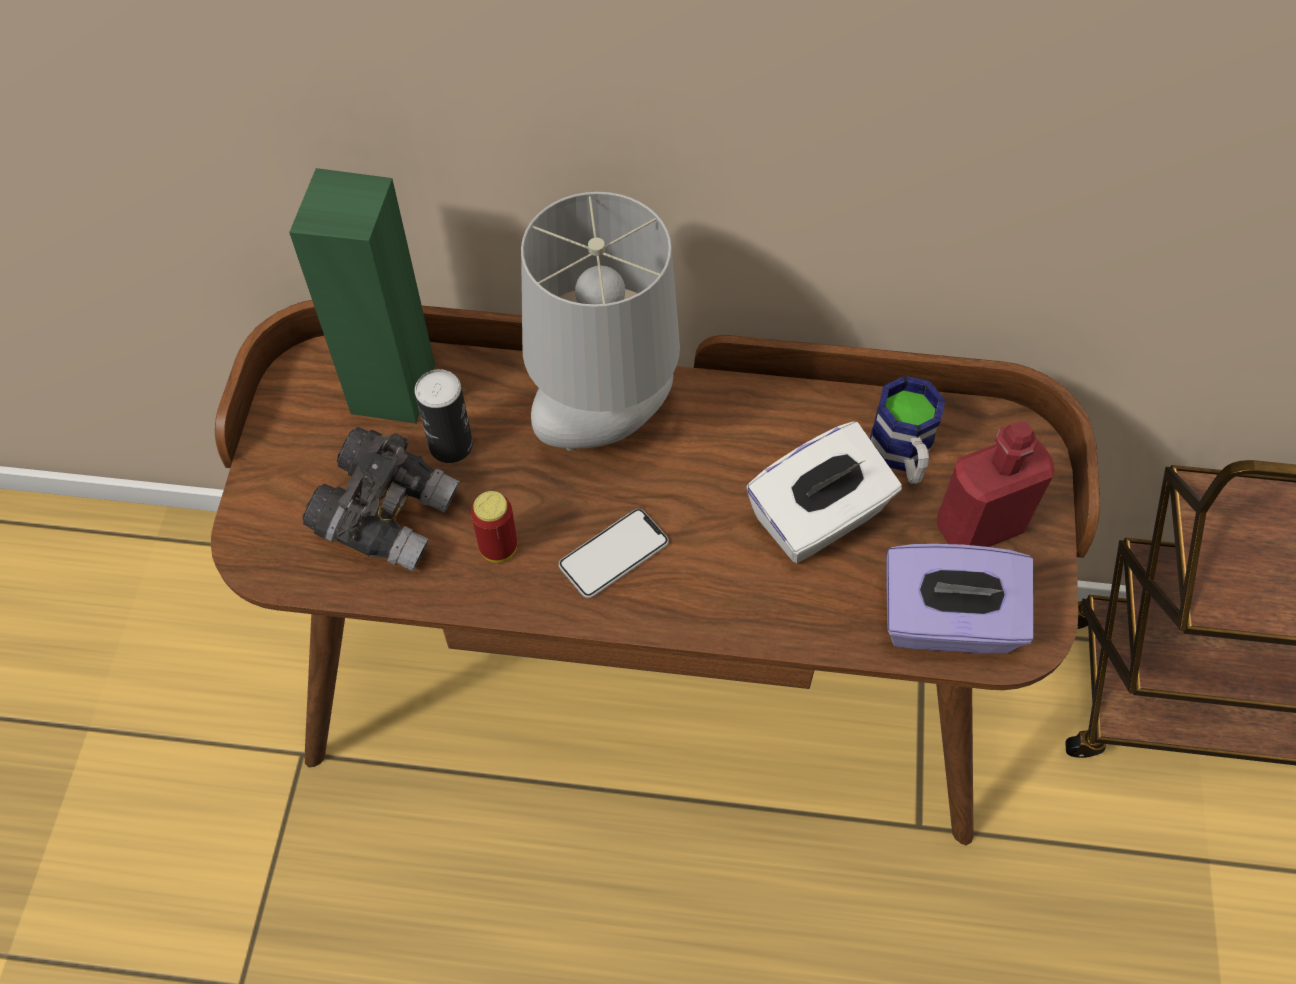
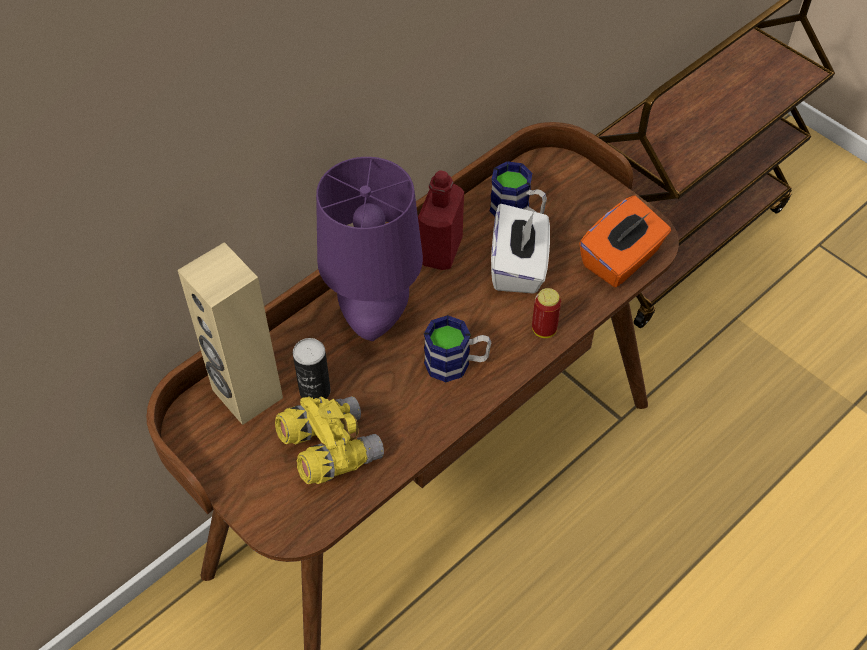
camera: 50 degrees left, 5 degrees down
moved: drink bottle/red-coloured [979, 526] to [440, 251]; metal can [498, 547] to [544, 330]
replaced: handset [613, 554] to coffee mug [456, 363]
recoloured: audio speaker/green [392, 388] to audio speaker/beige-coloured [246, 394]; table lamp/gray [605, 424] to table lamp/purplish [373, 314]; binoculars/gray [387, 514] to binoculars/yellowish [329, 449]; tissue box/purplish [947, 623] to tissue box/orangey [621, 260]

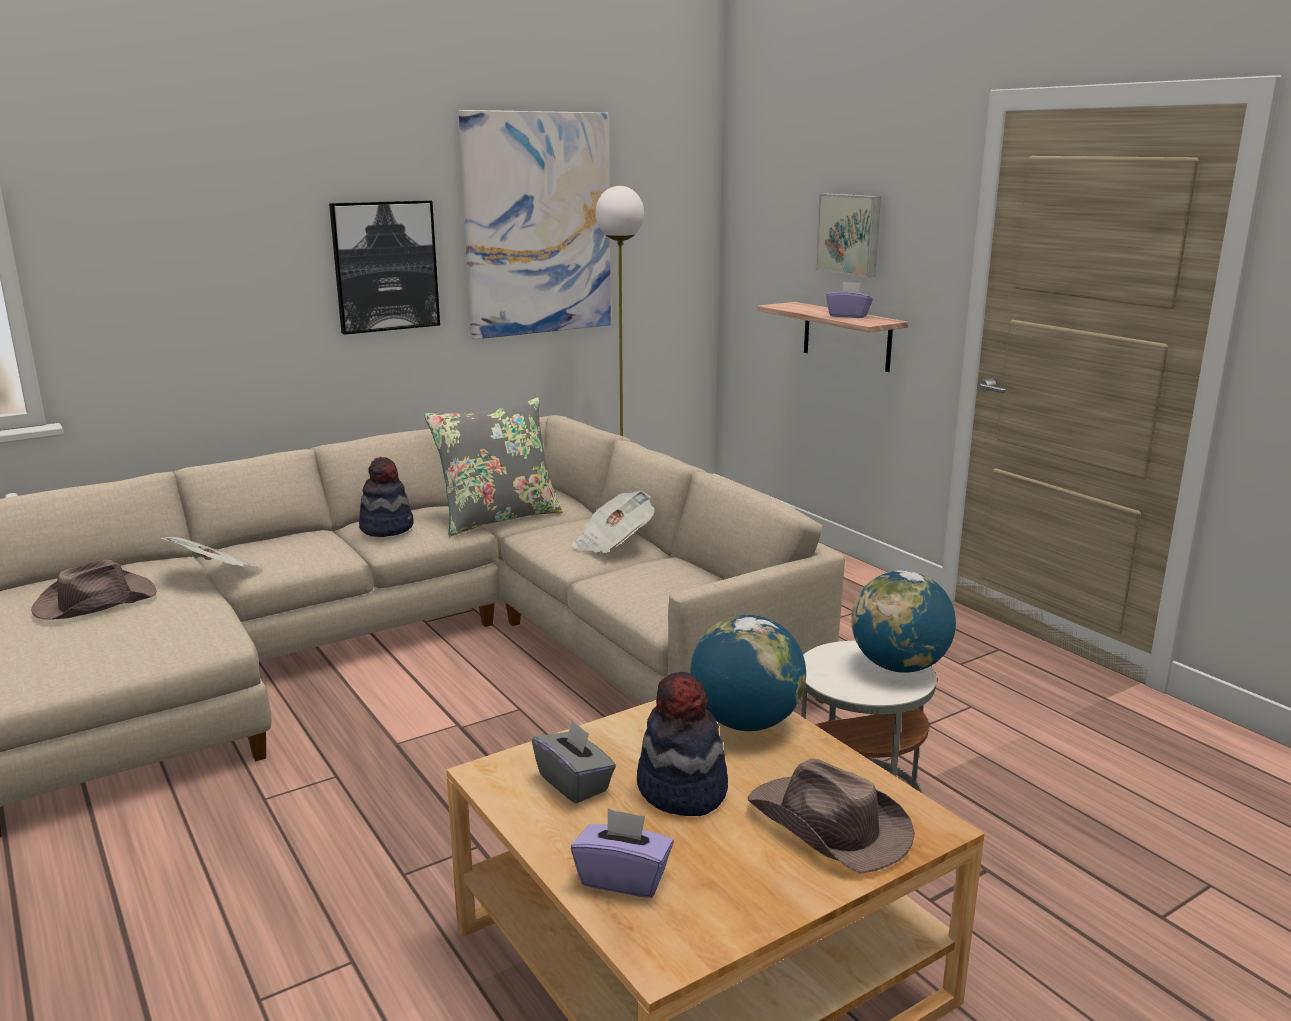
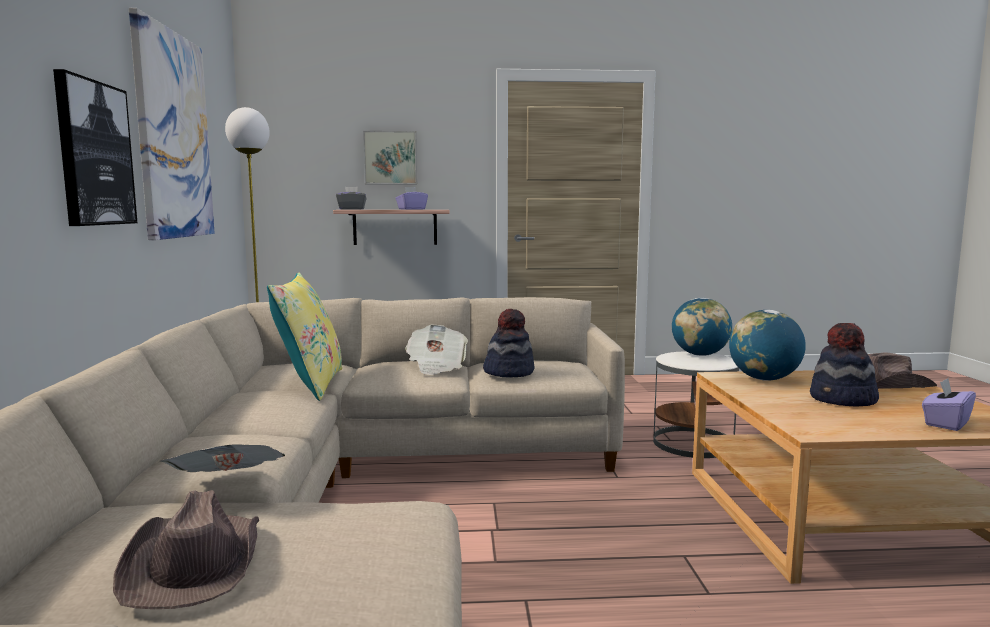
camera: 60 degrees left, 10 degrees down
moved: clothing hat [387, 528] to [509, 372]; tissue box/gray [574, 783] to [351, 209]
recoloured: throw pillow/gray [498, 518] to throw pillow/yellowish [310, 384]

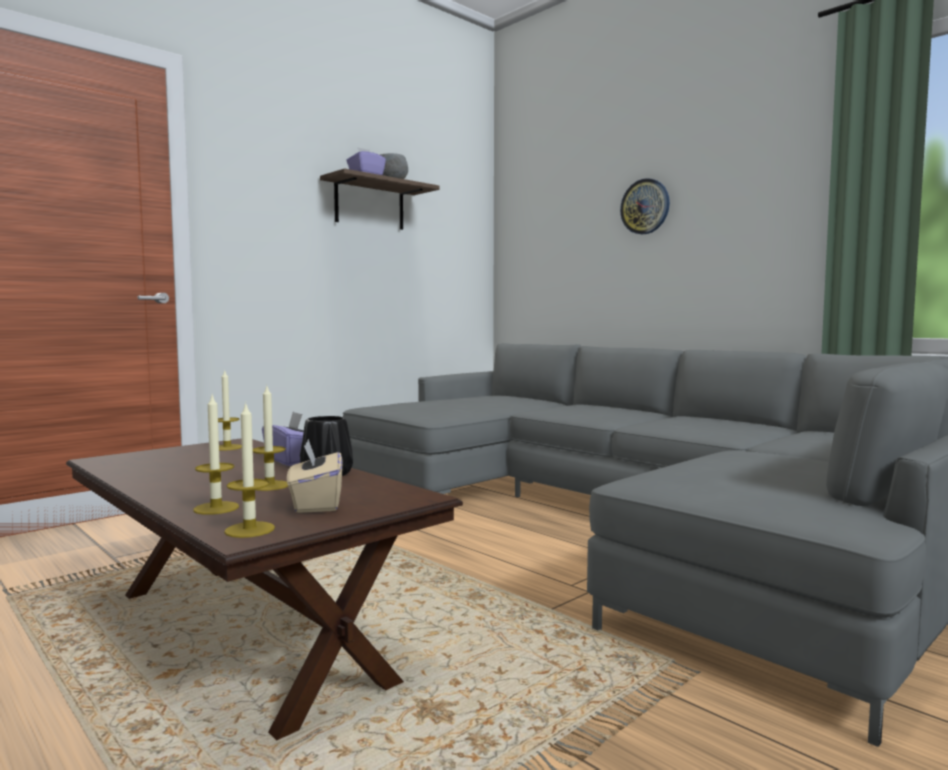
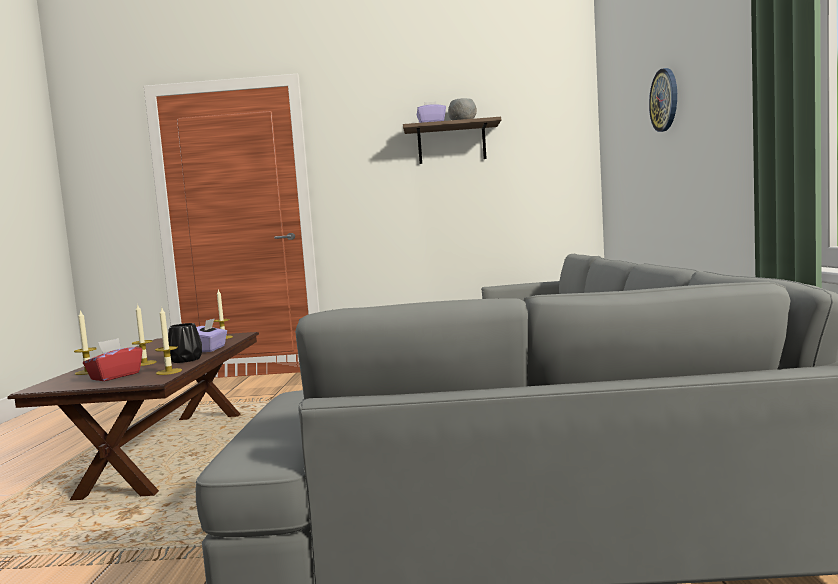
camera: 45 degrees right, 0 degrees up
moved: wax light [249, 530] to [169, 372]
recoloured: tissue box/beige-coloured [316, 504] to tissue box/red-coloured [115, 376]

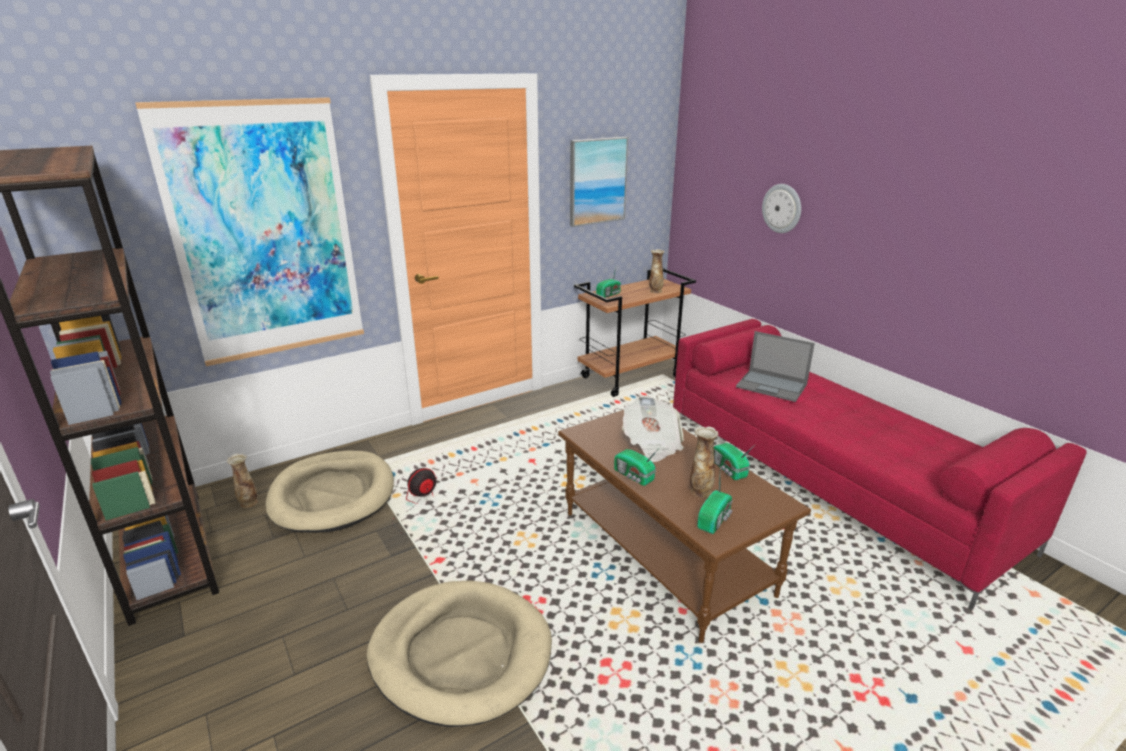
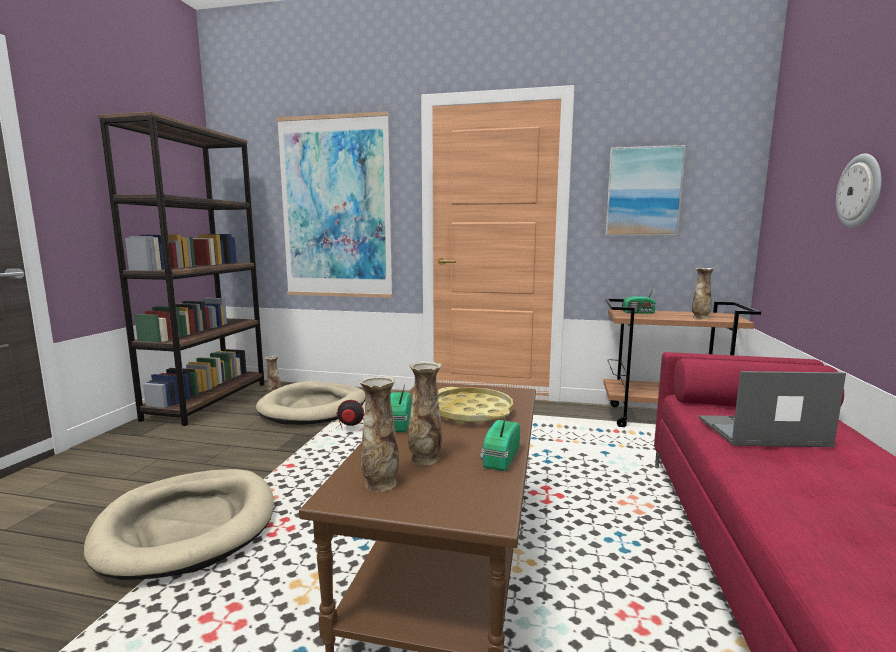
camera: 45 degrees right, 15 degrees down
replaced: daily paper [652, 443] to carrying tray/yellowish [471, 412]; radio [715, 519] to flower vase [380, 483]
turned: portable computer [772, 386] = [760, 432] 105 degrees clockwise

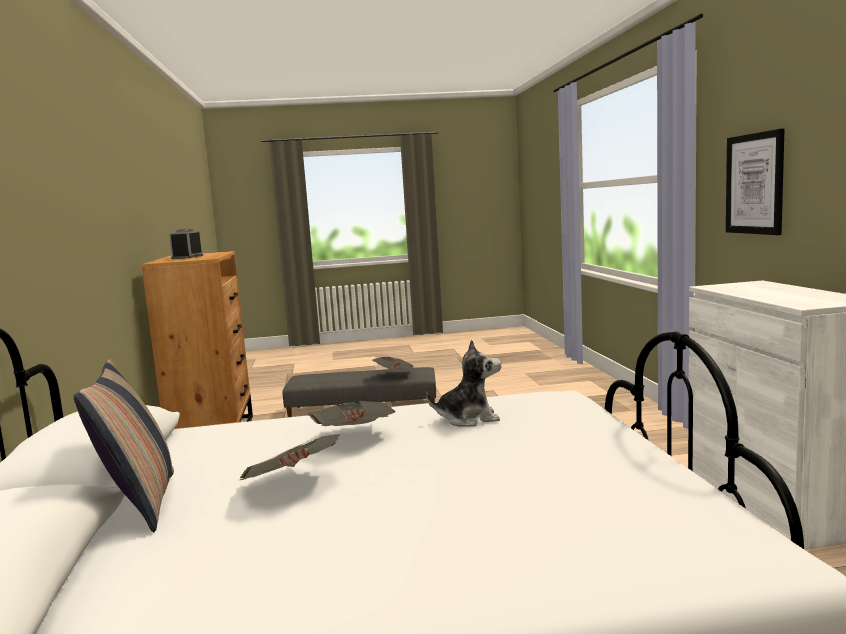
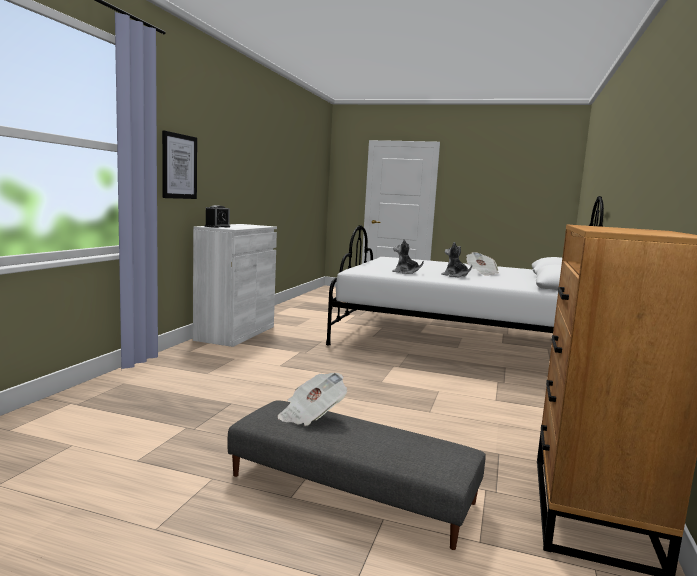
camera: 155 degrees left, 0 degrees up
removed: throw pillow [141, 503]
moved: alarm clock [187, 257] to [217, 227]
replaced: daily paper [354, 438] to cuddly toy [455, 276]

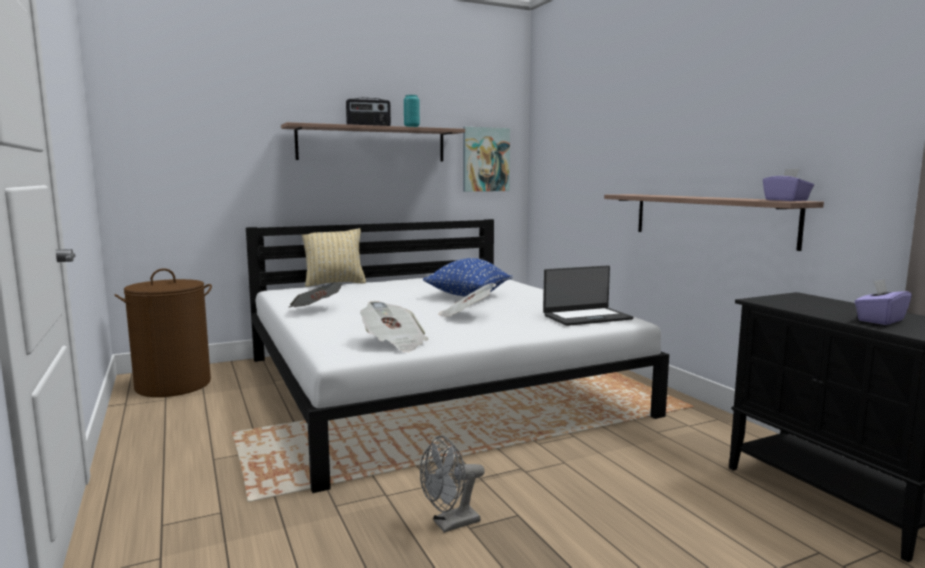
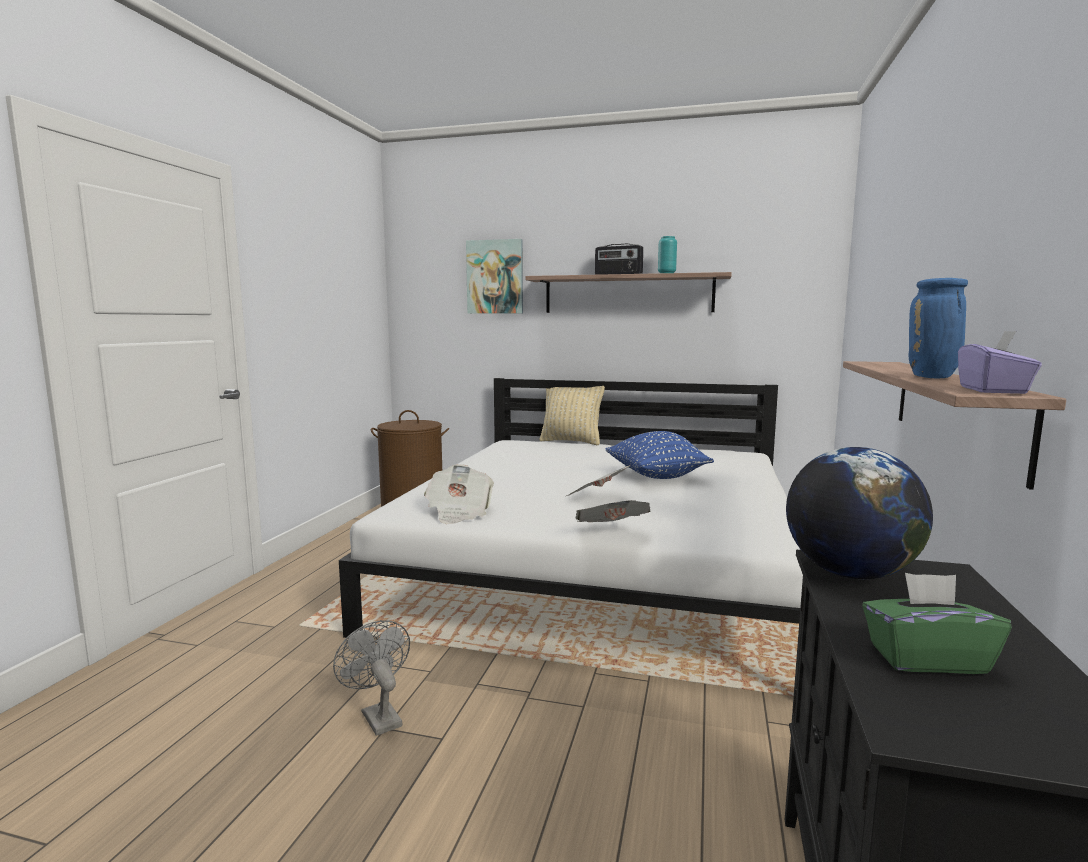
camera: 40 degrees right, 0 degrees up
removed: portable computer [586, 317]
added: flower vase/blue [933, 377]; globe [849, 573]
moved: picture [485, 159] to [495, 277]; daily paper [316, 310] to [611, 533]
recoloured: tissue box/purplish [880, 320] to tissue box/green [926, 658]
turned: fan/gray [450, 524] = [378, 716] 45 degrees clockwise

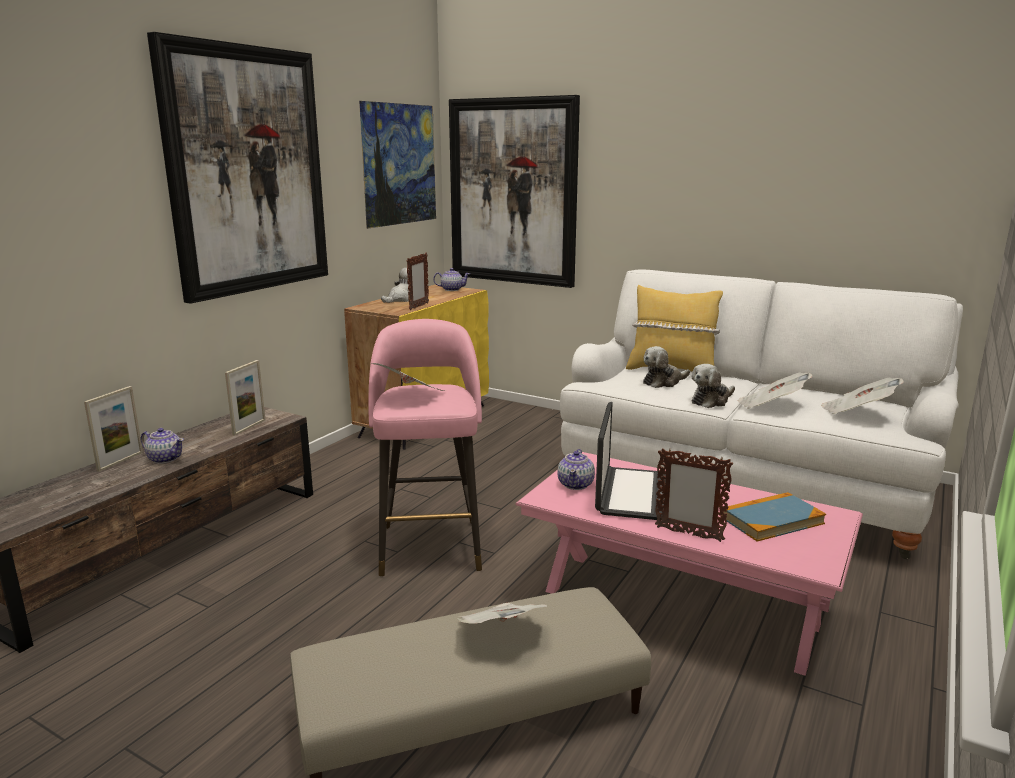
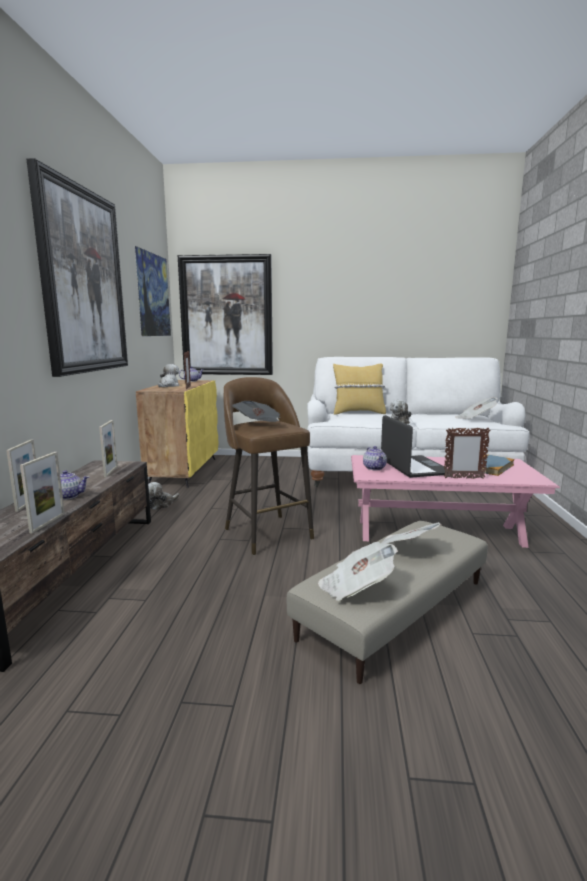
camera: 25 degrees left, 5 degrees down
added: photo frame [48, 523]
moved: cuddly toy [663, 382] to [161, 504]; daily paper [770, 407] to [356, 588]
recoloured: stool/pink [431, 545] to stool/brownish [267, 533]

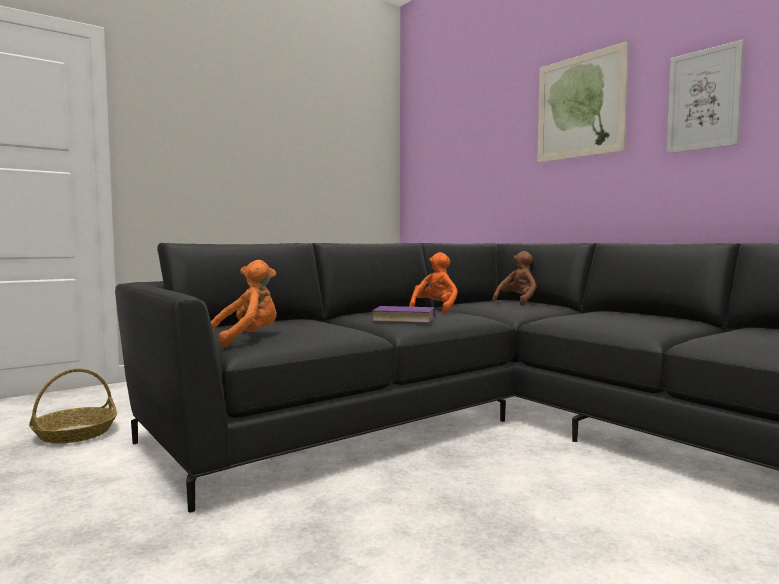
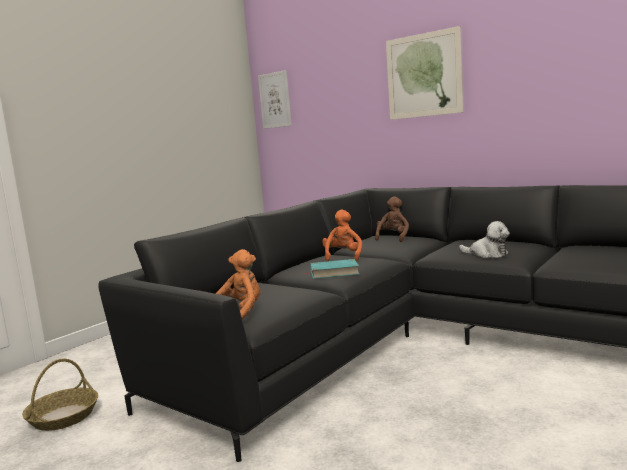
camera: 15 degrees left, 5 degrees up
added: cuddly toy [487, 254]
moved: picture [703, 100] to [275, 100]
recoloured: book/purplish [403, 319] to book/turquoise [334, 272]

